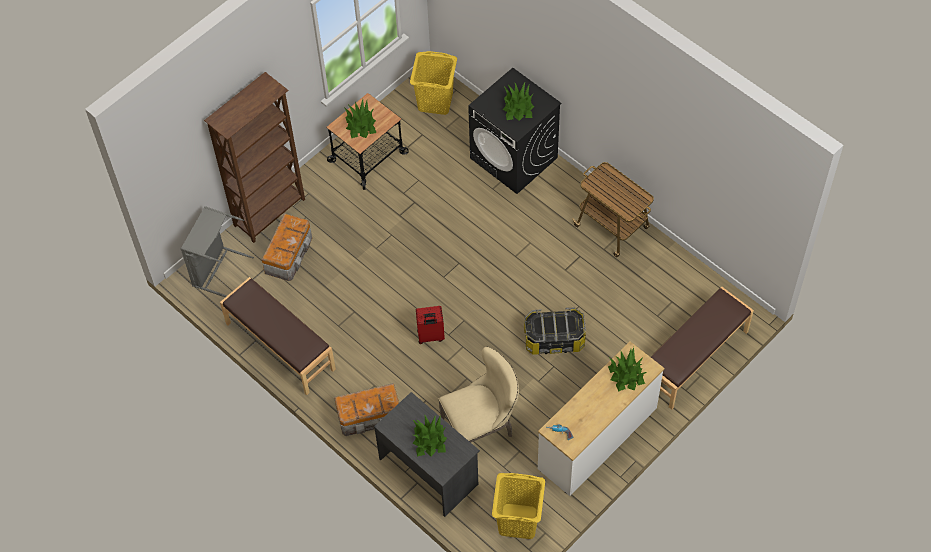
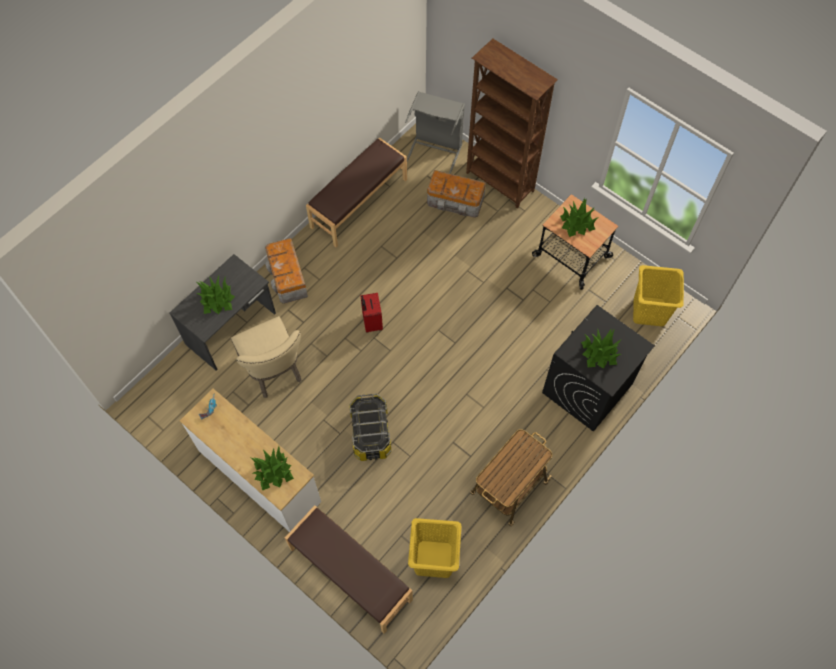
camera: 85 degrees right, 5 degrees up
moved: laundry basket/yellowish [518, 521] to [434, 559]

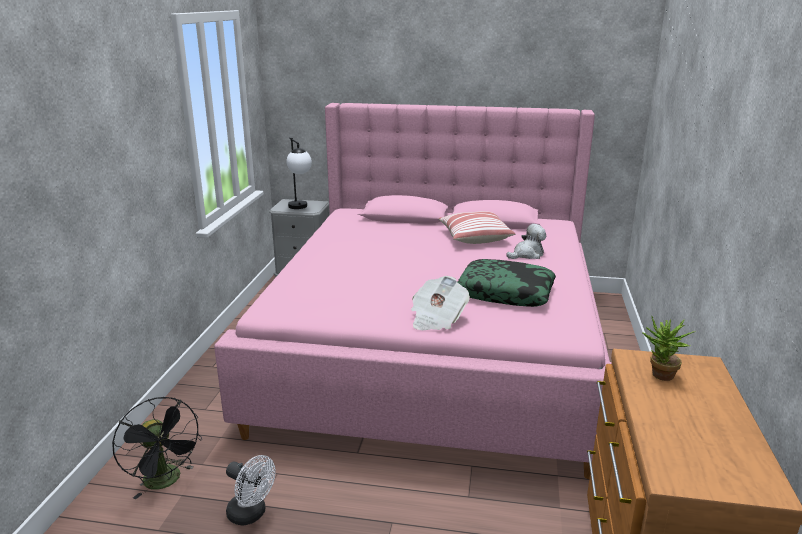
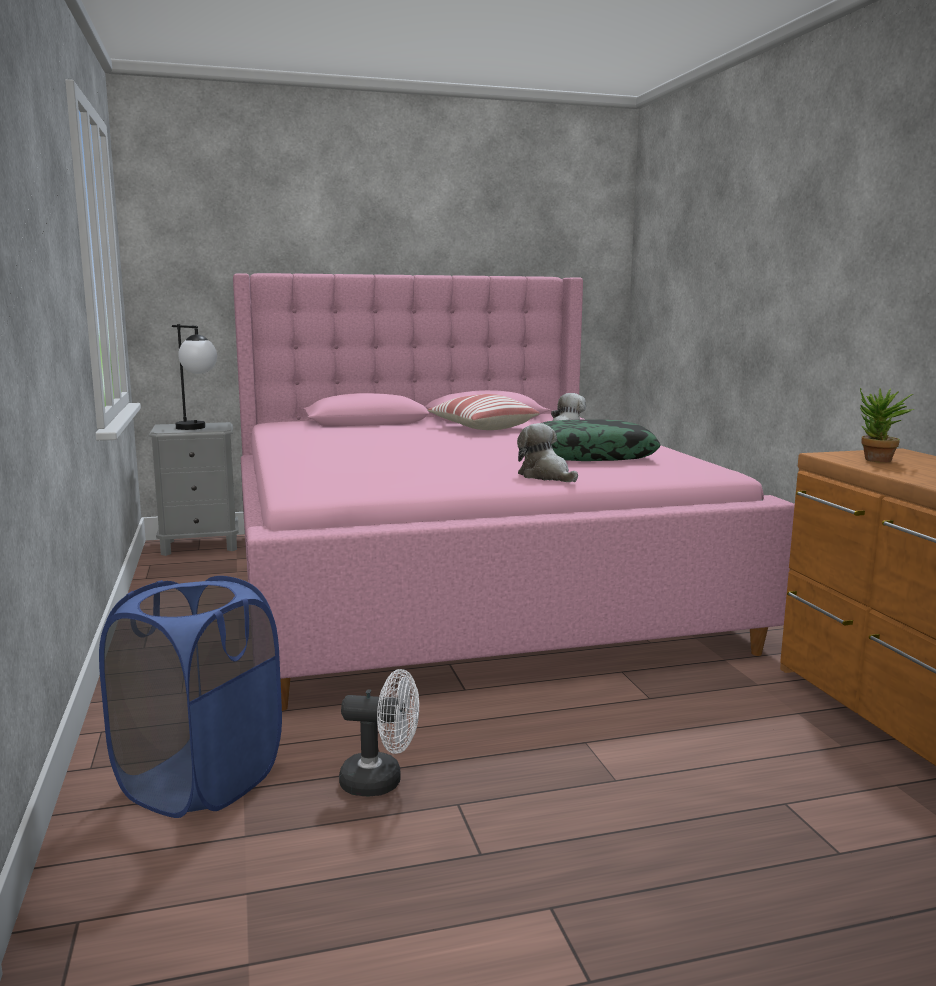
camera: 25 degrees left, 10 degrees down
replaced: daily paper [437, 319] to cuddly toy [546, 476]; fan/black-coloured [166, 482] to laundry basket/blue [200, 781]

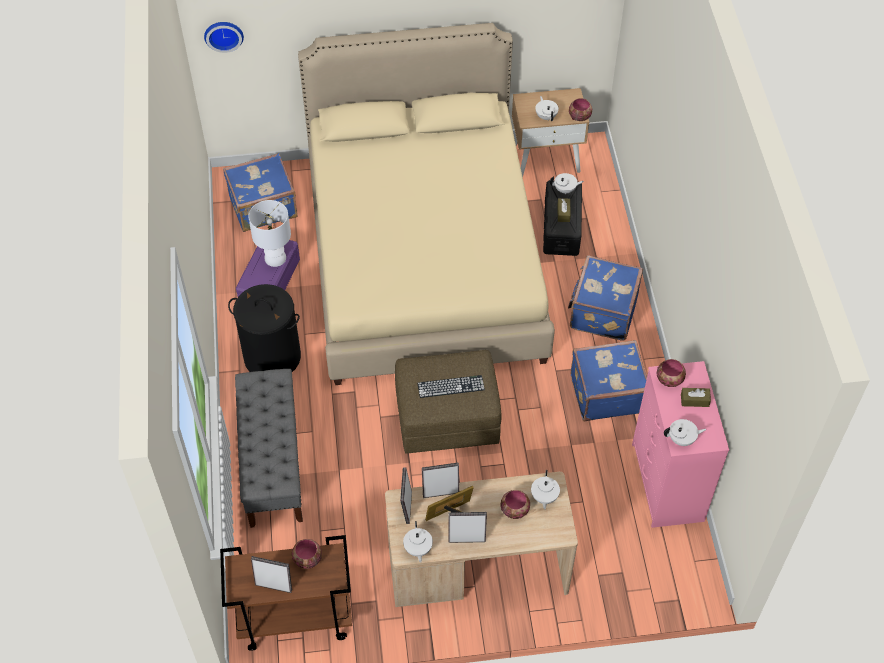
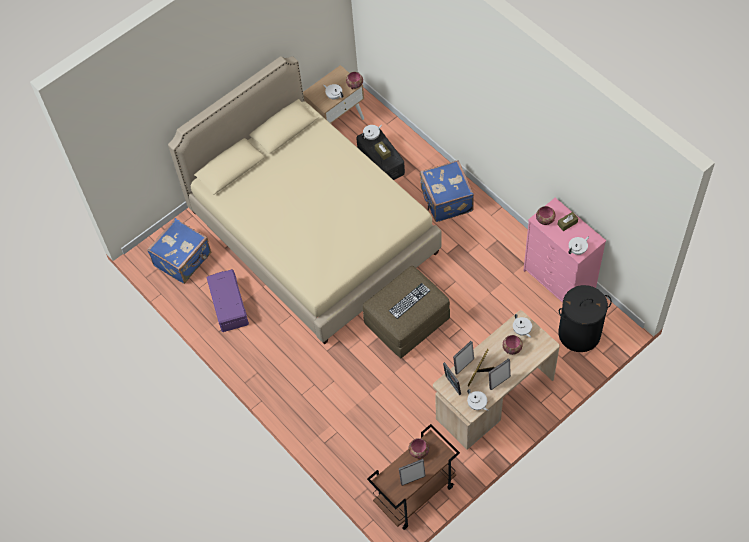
camera: 30 degrees left, 5 degrees up
removed: clock on the wall [223, 34]; table lamp/whitish [275, 258]; piece of luggage/blue [606, 392]; bench/gray [272, 462]
moved: laundry basket/black-coloured [272, 357] to [579, 334]

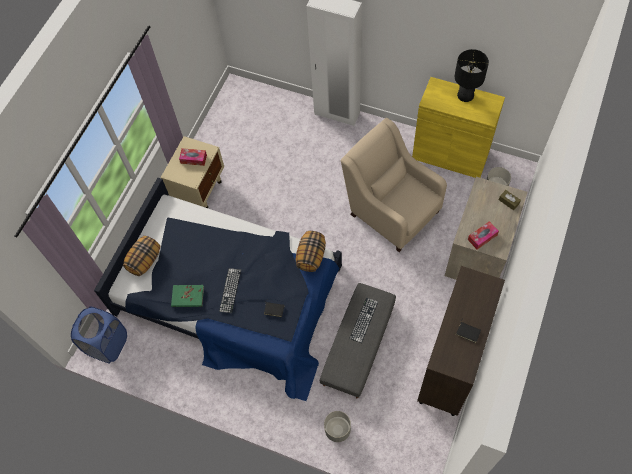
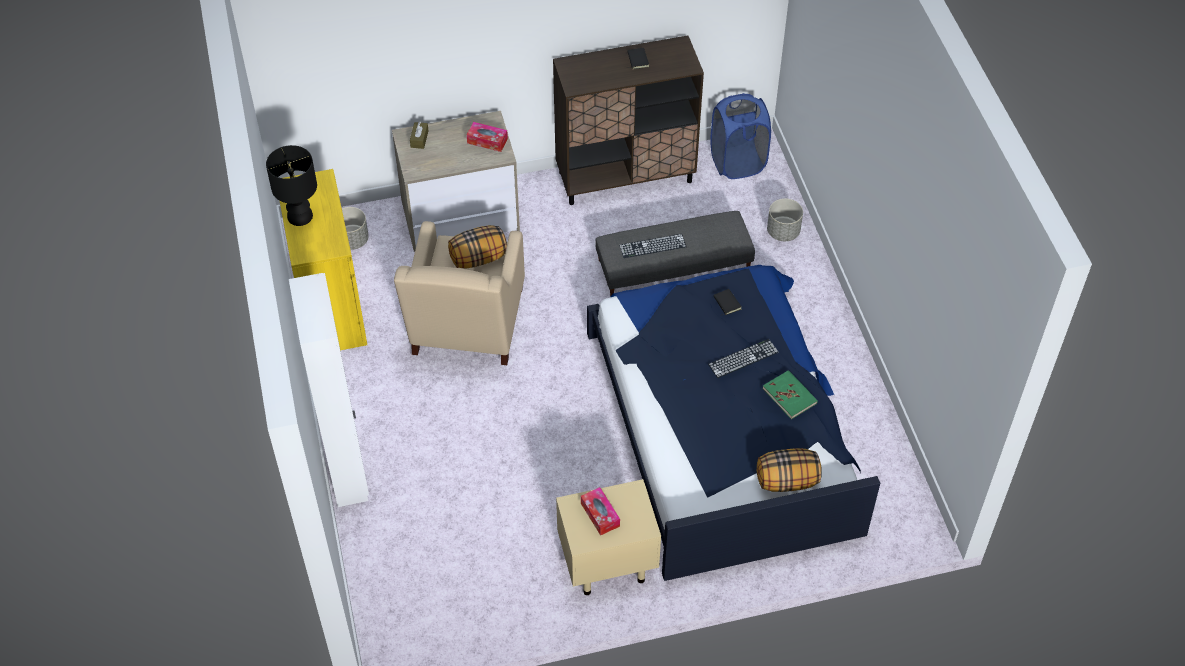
camera: 130 degrees left, 10 degrees down
moved: throw pillow [311, 256] to [478, 258]; laundry basket/blue [107, 344] to [737, 162]

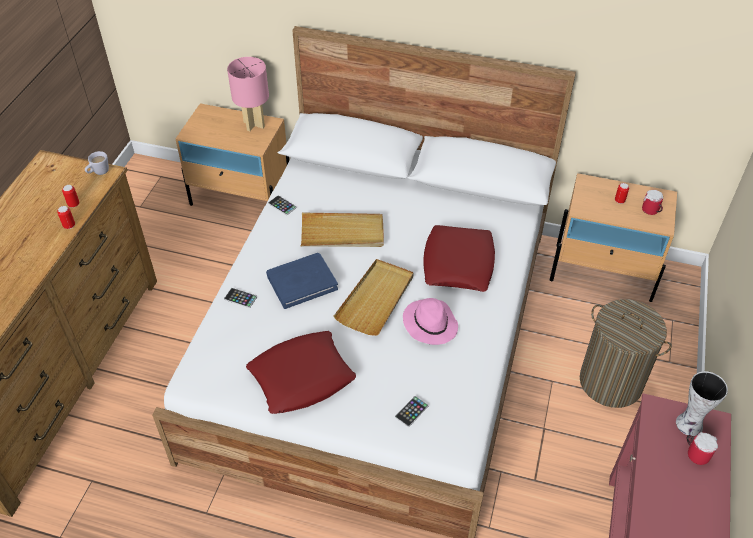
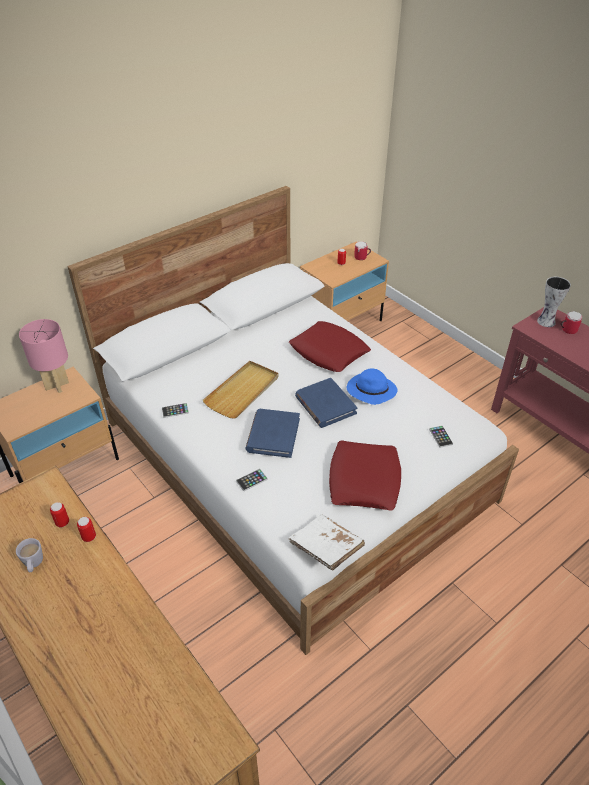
camera: 55 degrees left, 5 degrees down
removed: laundry basket [611, 382]
added: book/whitish [326, 548]
moved: coffee mug/whitish [98, 172] to [34, 565]
replaced: carrying tray/beige-coloured [376, 299] to book/blue [325, 405]
recoloured: clothing hat/pink [429, 323] to clothing hat/blue [370, 391]

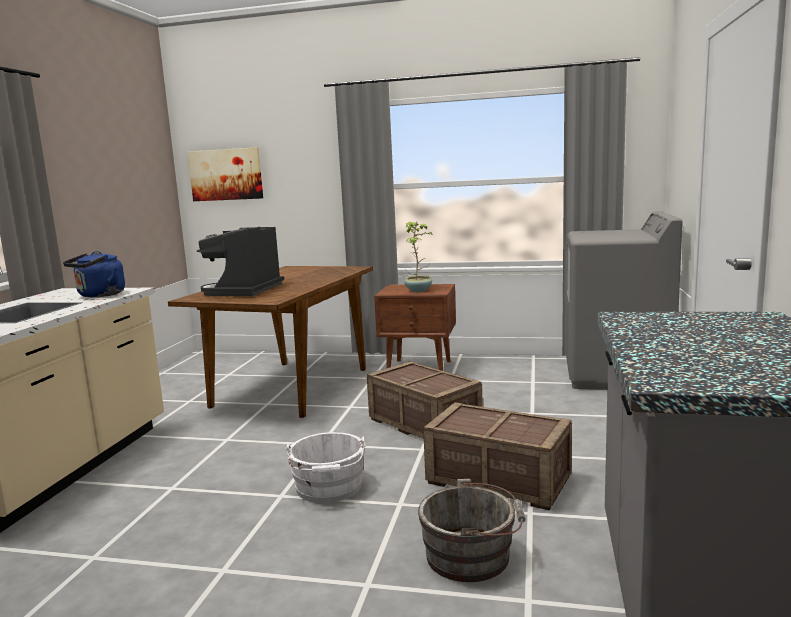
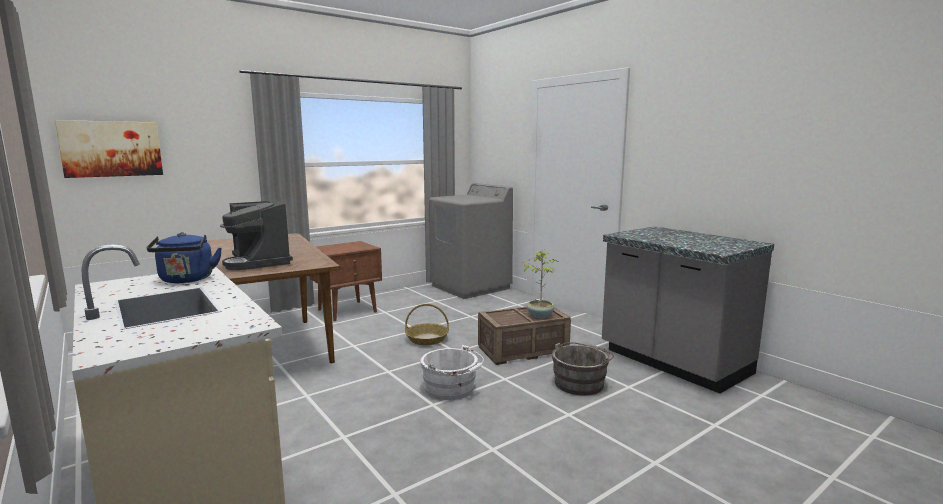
camera: 50 degrees left, 0 degrees up
moved: potted plant [419, 290] to [540, 315]
replaced: crate [425, 424] to storage basket [427, 339]

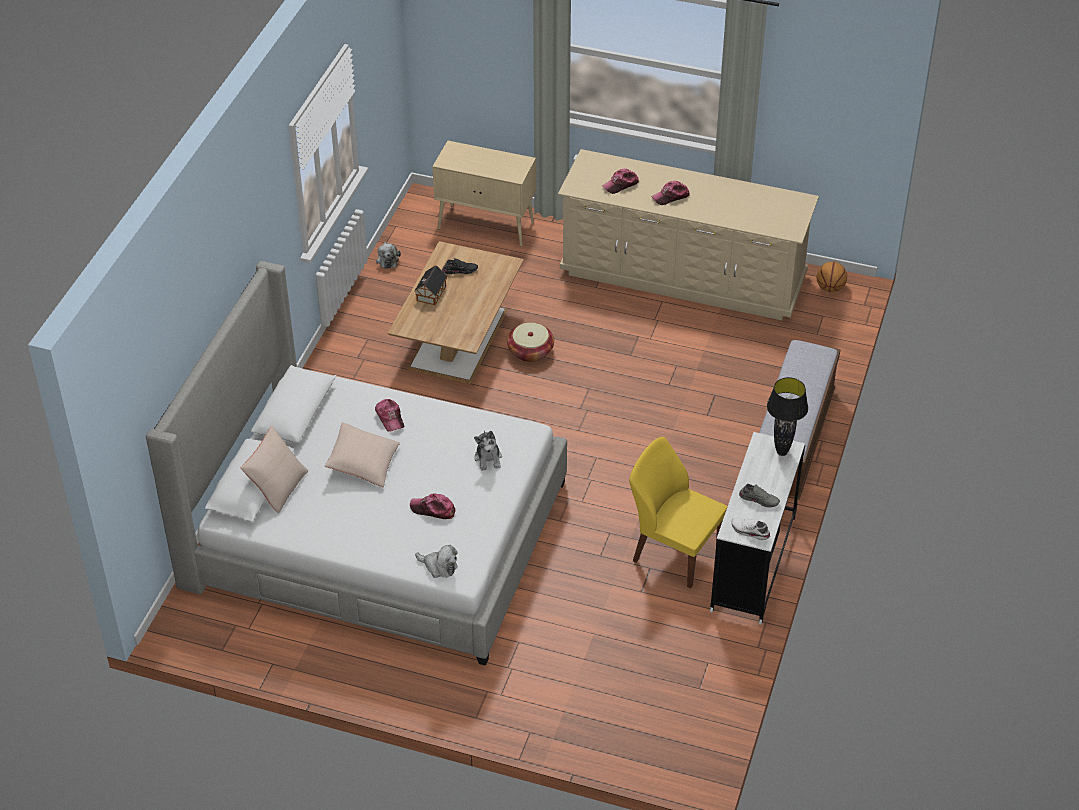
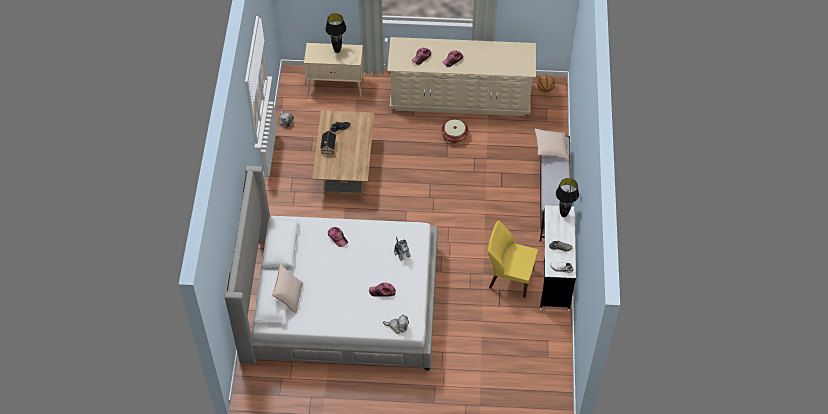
camera: 15 degrees left, 10 degrees up
added: table lamp/black-coloured [337, 50]
moved: storage basket [530, 351] to [454, 135]; throw pillow/beige-coloured [363, 463] to [551, 148]

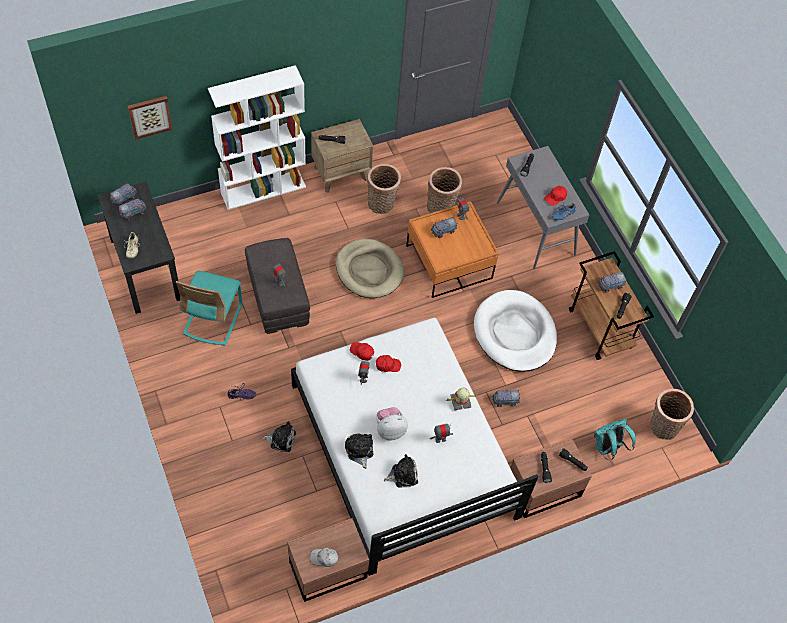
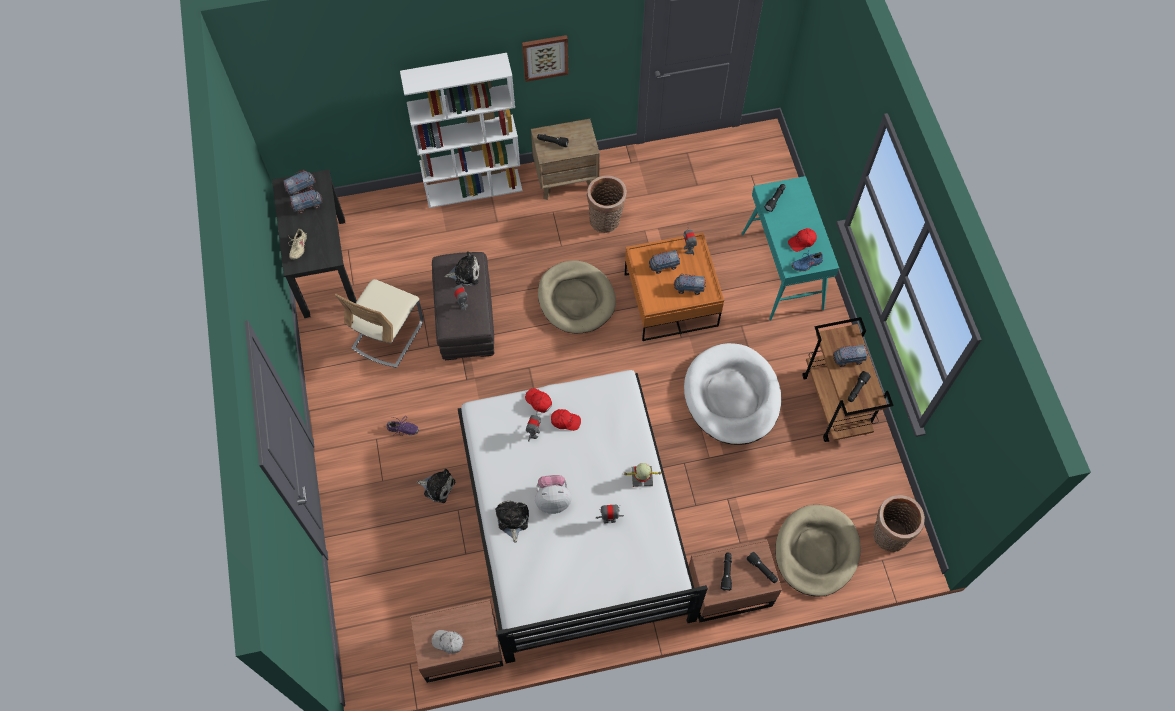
camera: 15 degrees right, 5 degrees up
removed: storage basket [441, 208]
moved: picture [150, 116] to [545, 57]; toy truck [505, 401] to [689, 288]; cuddly toy [403, 474] to [465, 273]
replaced: rucksack/turquoise [607, 448] to dog cushion/beige-coloured [816, 551]
recoloured: console table/gray [536, 229] to console table/turquoise [782, 272]; chair/turquoise [212, 319] to chair/beige-coloured [388, 335]

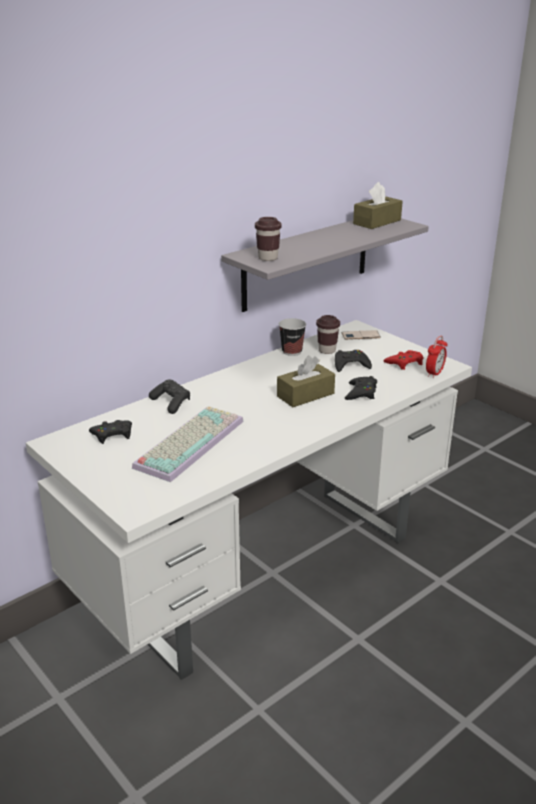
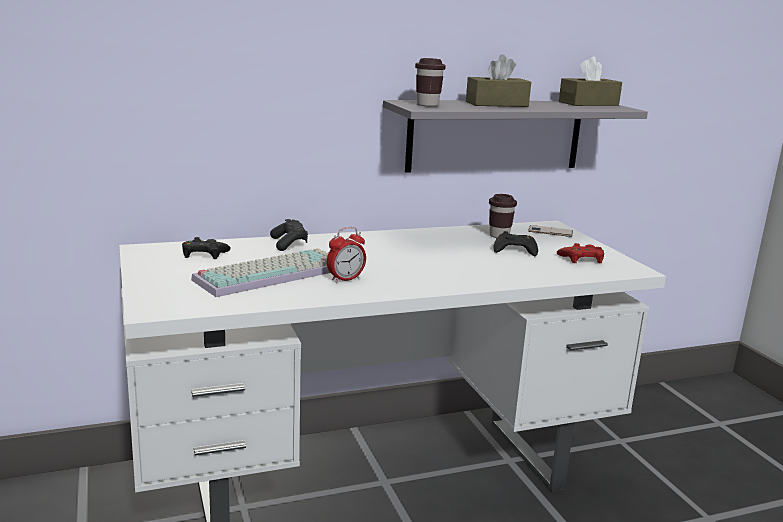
camera: 20 degrees right, 10 degrees down
removed: drinking cup [292, 351]; gamepad/black-coloured [361, 393]
moved: alarm clock [434, 373] to [345, 279]; tissue box/brownish [305, 395] to [496, 104]

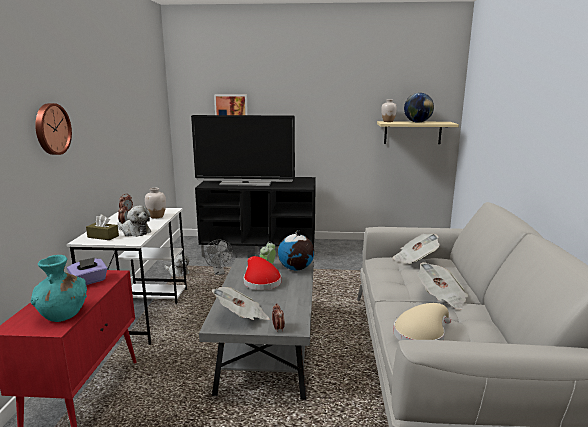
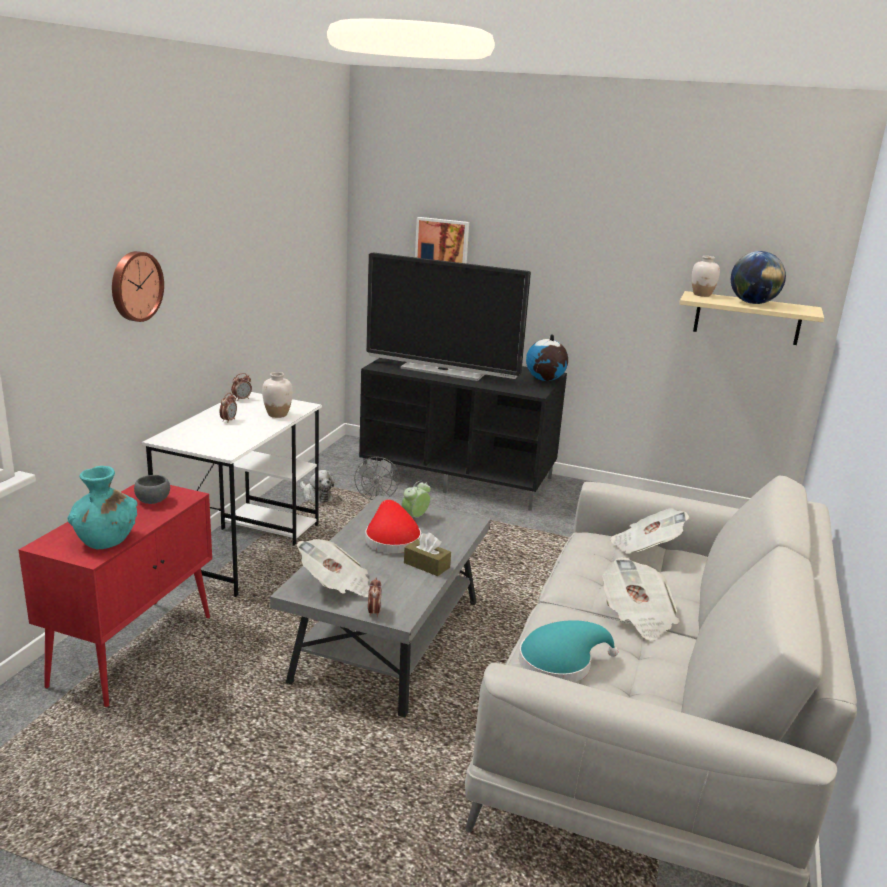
camera: 15 degrees right, 5 degrees up
removed: cuddly toy [134, 232]
moved: tissue box/brownish [103, 236] to [426, 565]; globe [296, 269] to [545, 380]
replaced: tissue box/purplish [89, 281] to bowl/gray [153, 500]
recoloured: clothing hat/beige-coloured [421, 334] to clothing hat/turquoise [560, 662]

